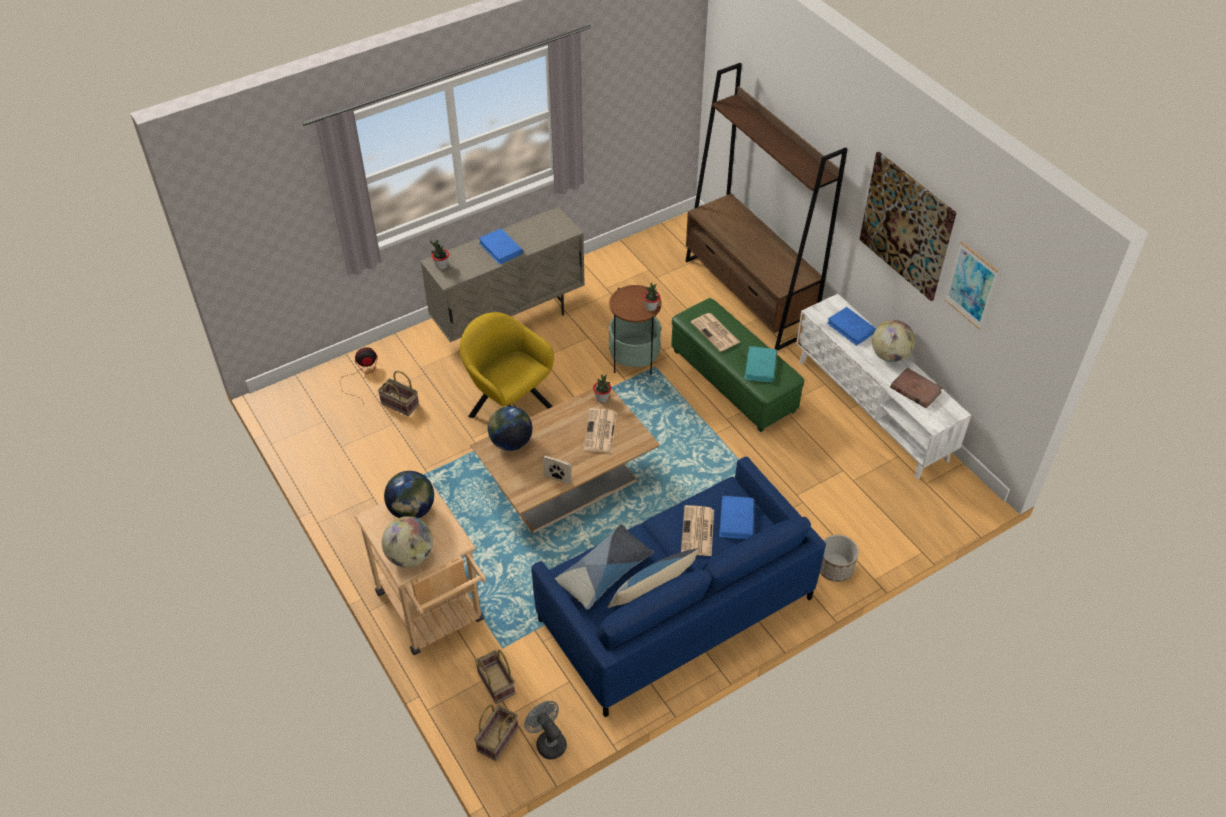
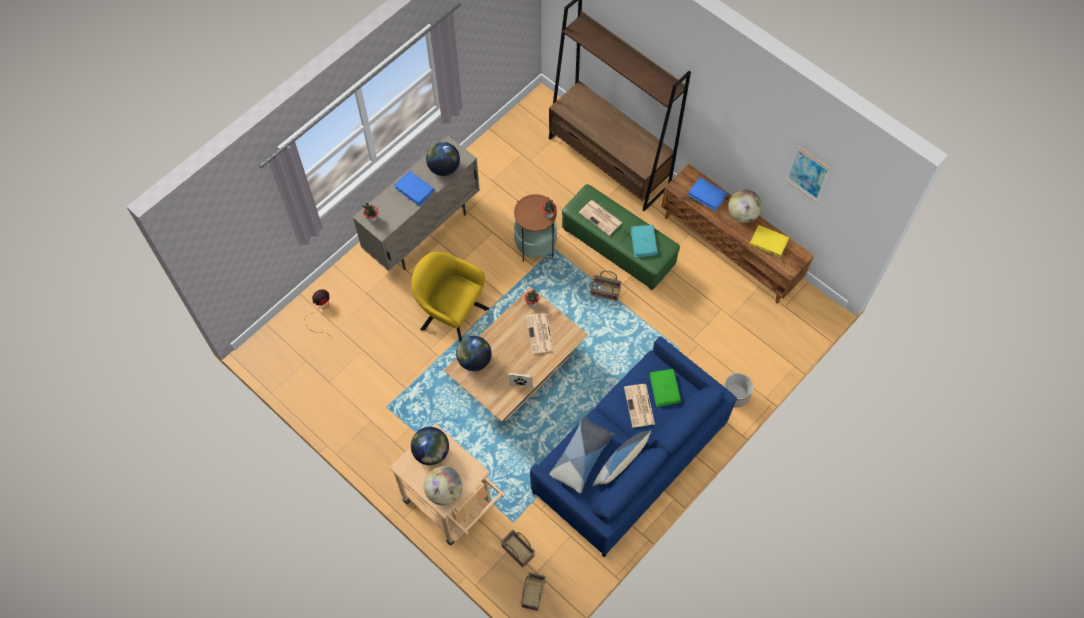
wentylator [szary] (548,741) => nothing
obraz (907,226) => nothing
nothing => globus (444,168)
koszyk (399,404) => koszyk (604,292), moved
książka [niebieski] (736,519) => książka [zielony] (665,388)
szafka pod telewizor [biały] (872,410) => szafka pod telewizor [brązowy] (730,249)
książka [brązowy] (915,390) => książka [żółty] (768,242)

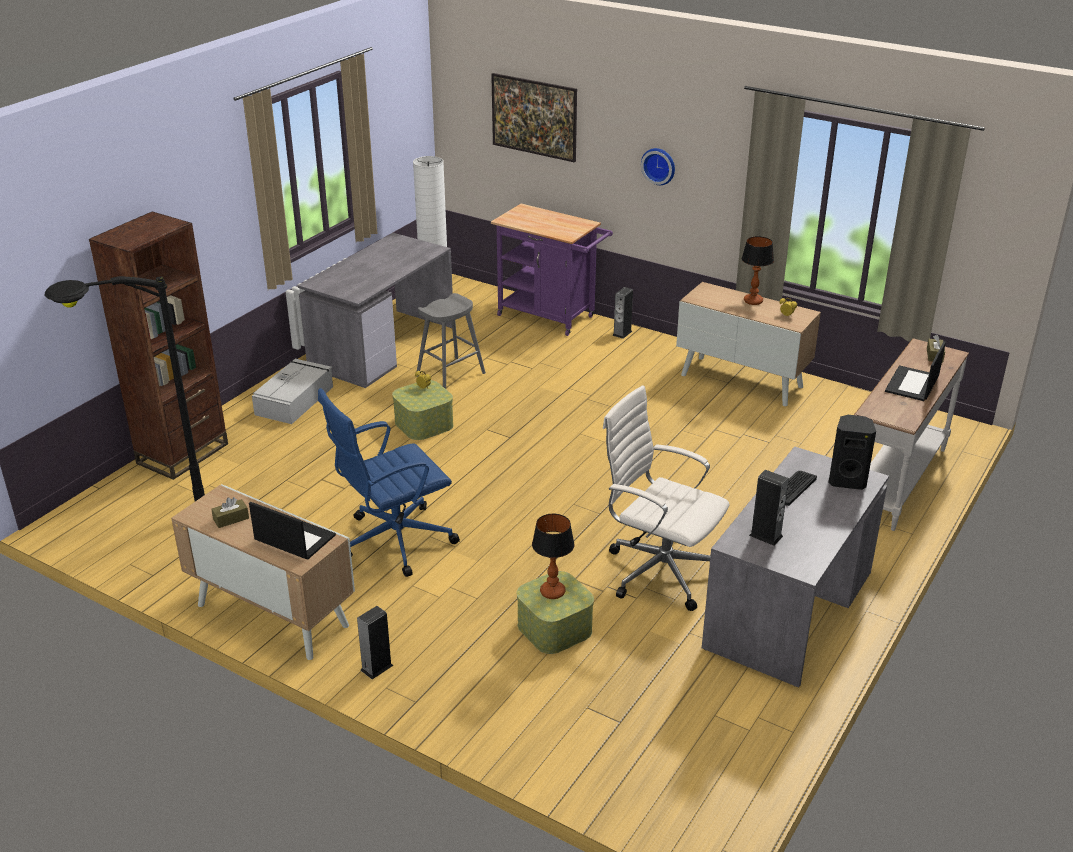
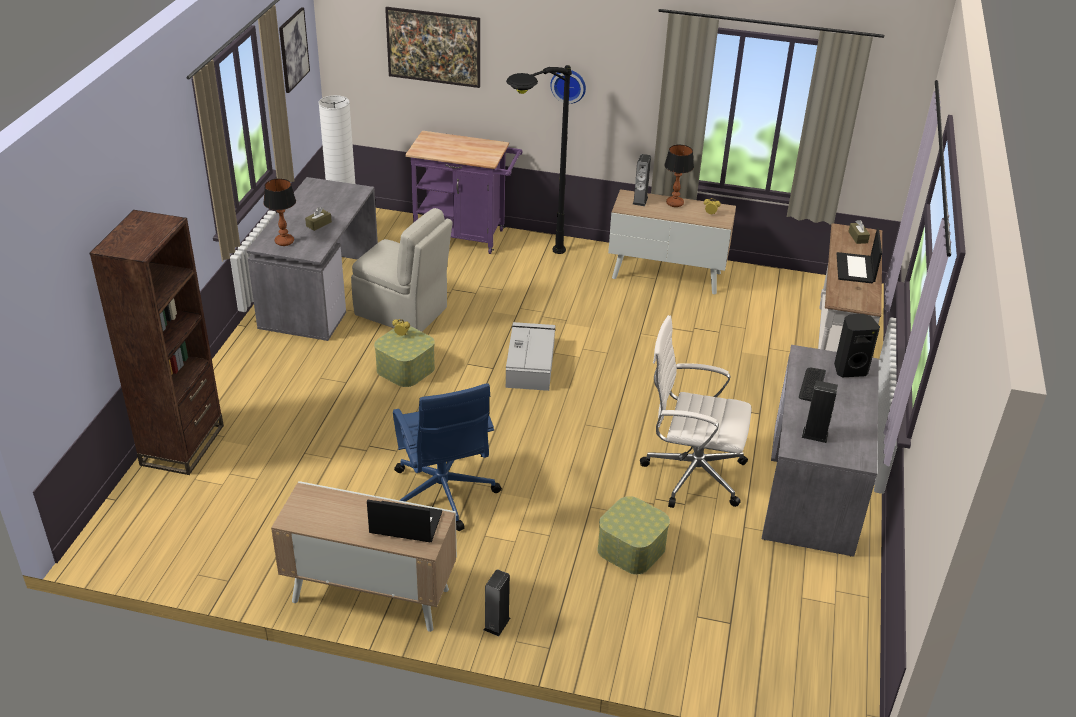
nothing => obraz (293,49)
lampa stojąca [czarny] (145,529) => lampa stojąca [czarny] (529,266), moved
pudełko chusteczek [brązowy] (231,519) => pudełko chusteczek [brązowy] (318,224), moved
pojemnik do przechowywania [szary] (295,400) => pojemnik do przechowywania [szary] (530,364), moved
lampa stołowa (553,592) => lampa stołowa (284,242), moved
głośnik (622,333) => głośnik (640,200), moved
stołek [szary] (450,374) => krzesło [beżowy] (403,312)
krzesło biurowe [niebieski] (393,541) => krzesło biurowe [niebieski] (443,495), 60 degrees counterclockwise

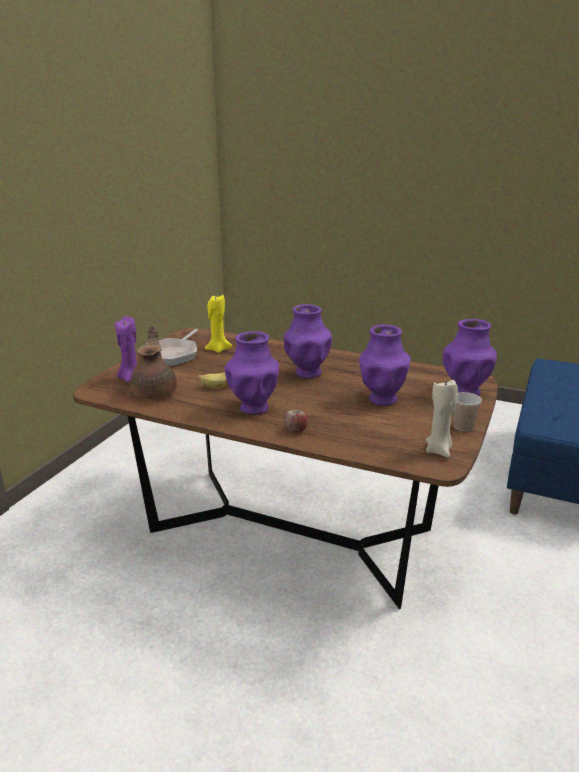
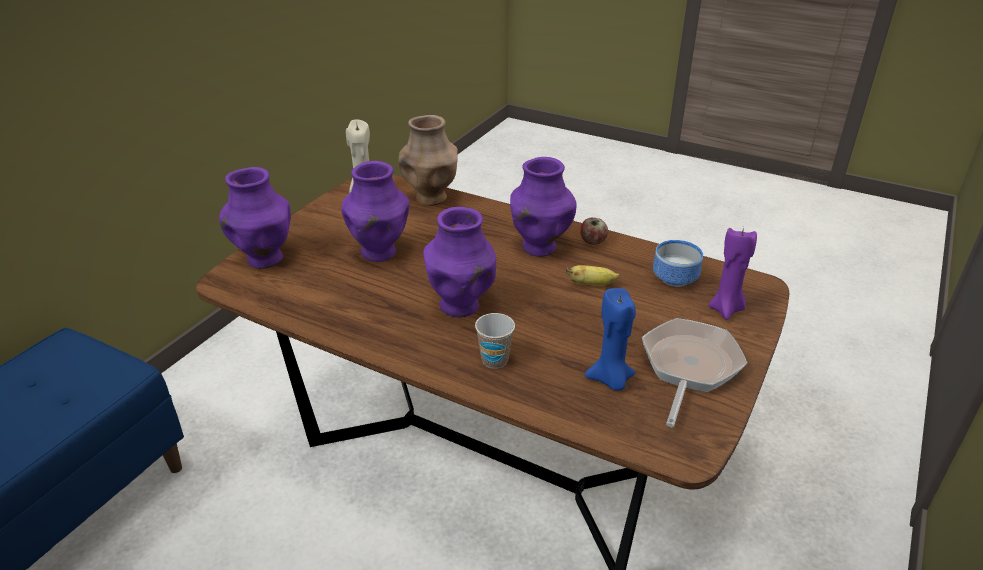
nothing => wazon [brązowy] (431,198)
jabłko (296,430) => jabłko (592,241), moved
filiżanka (463,427) => filiżanka (494,360), moved
imbryk [brązowy] (156,392) => miska (673,279)
świeca [żółty] (218,349) => świeca [niebieski] (610,380)

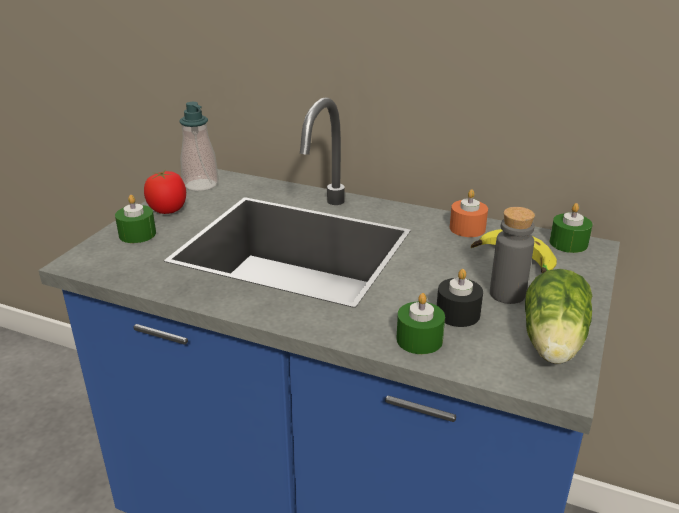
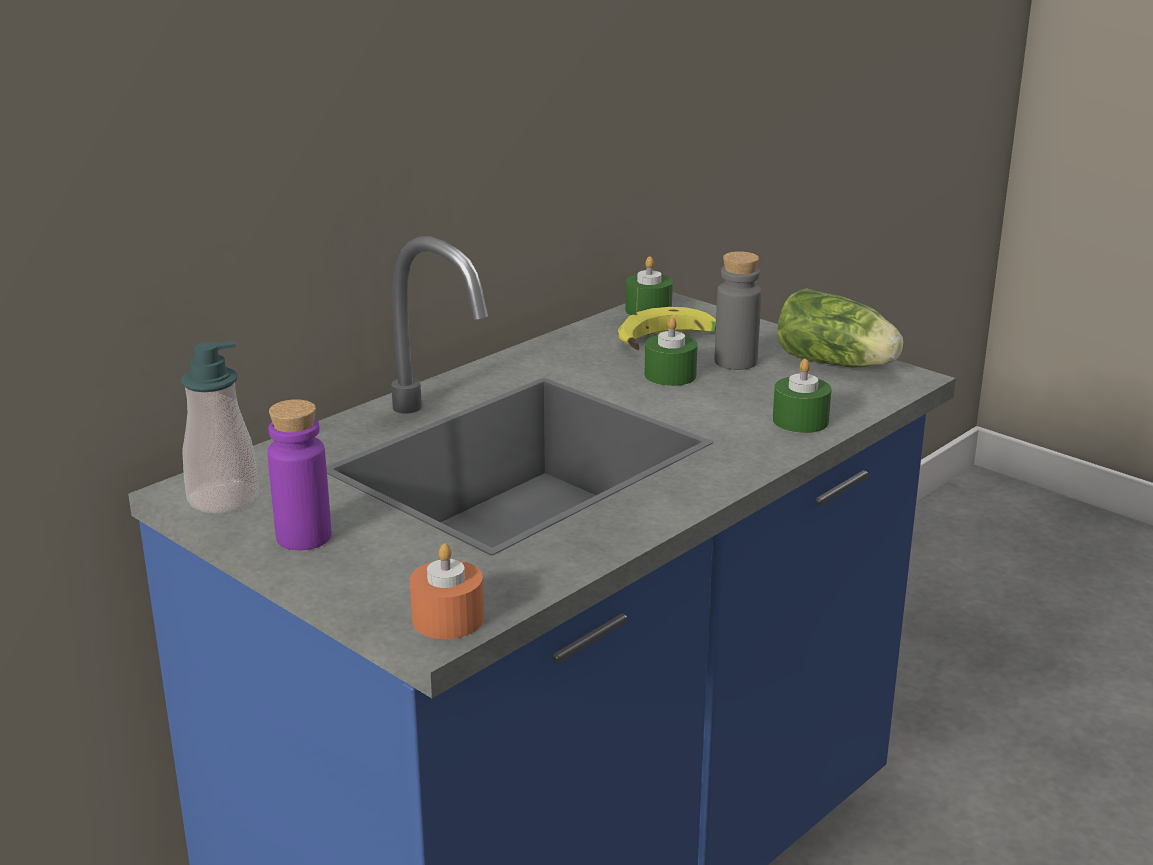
świeca [czarny] (458,314) => nothing
świeca [zielony] (137,234) => świeca [zielony] (670,375), moved
świeca [pomarańczowy] (467,228) => świeca [pomarańczowy] (448,619), moved
pomidor (168,210) => butelka [fioletowy] (304,537)

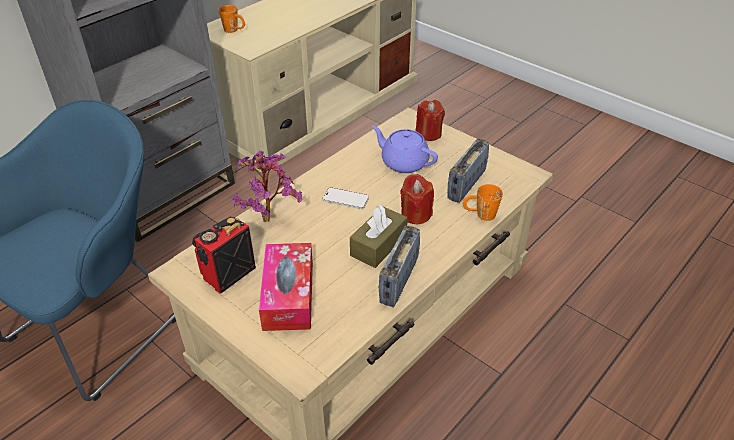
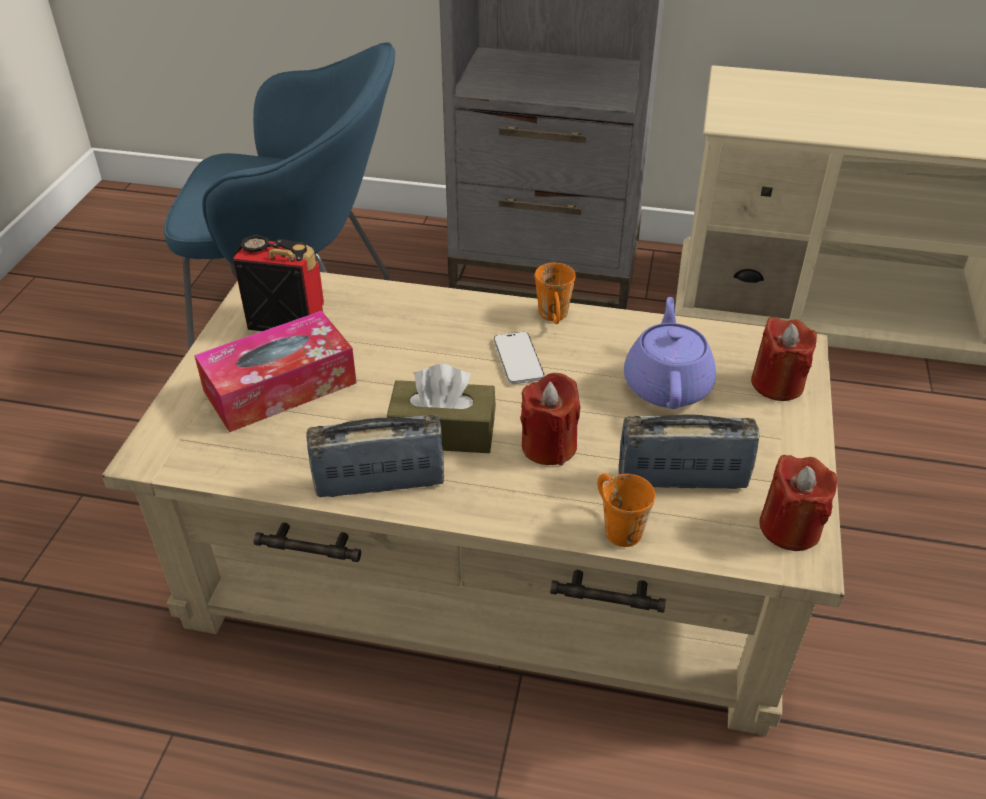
roślina doniczkowa (270,218) => nothing
nothing => świeca [czerwony] (789,528)
kubek [pomarańczowy] (234,30) => kubek [pomarańczowy] (554,319), moved

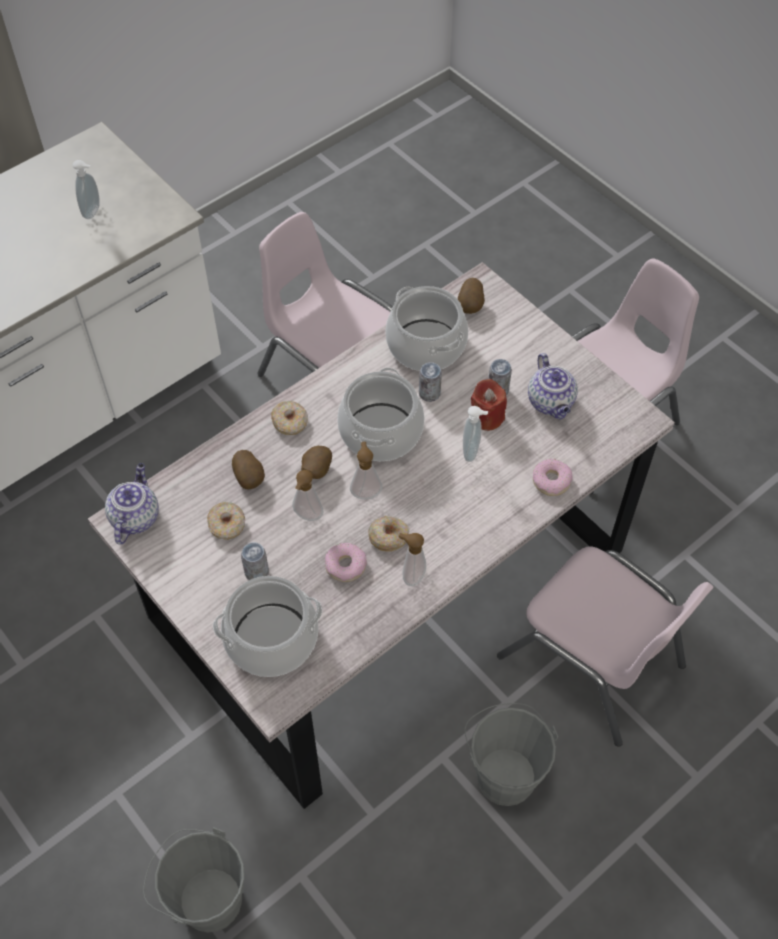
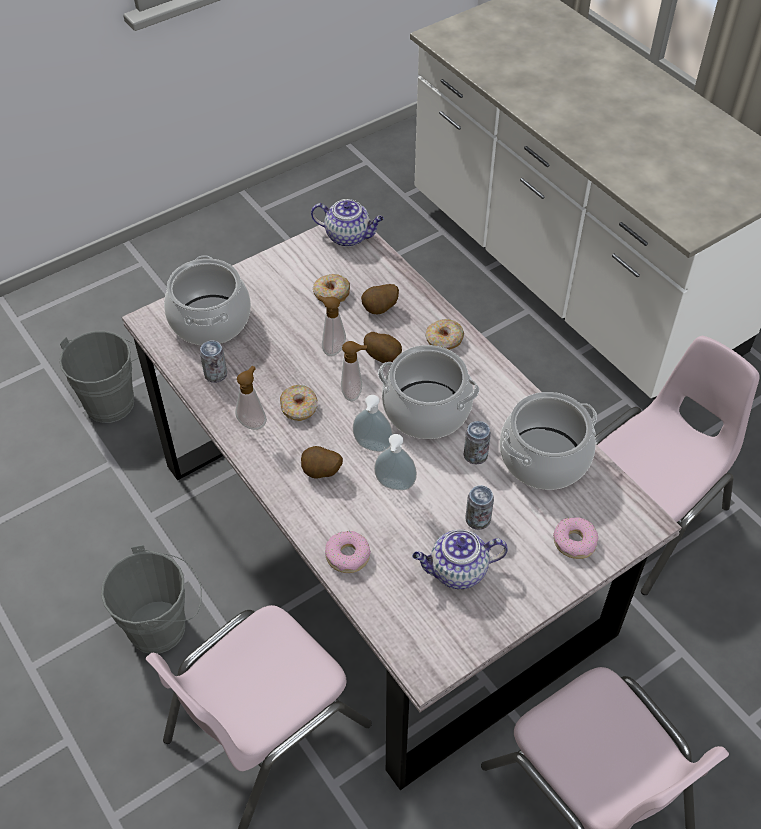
świeca [czerwony] (487,417) => nothing
dozownik mydła (93,212) => dozownik mydła (372,447), moved
puszka (256,572) => puszka (215,375), moved
donut (345,565) => donut (574,542), moved
ziemniak (470,306) => ziemniak (321,473), moved

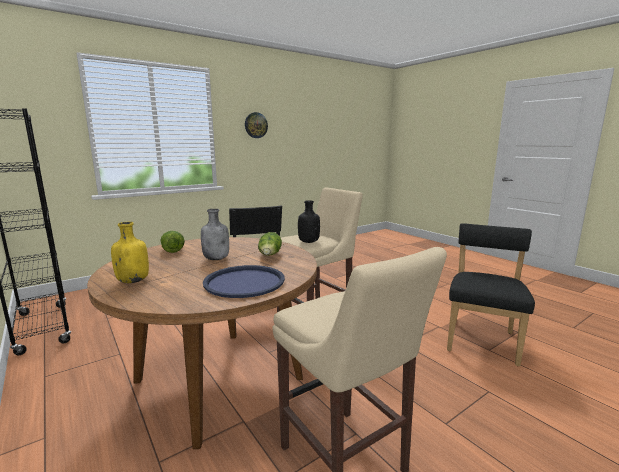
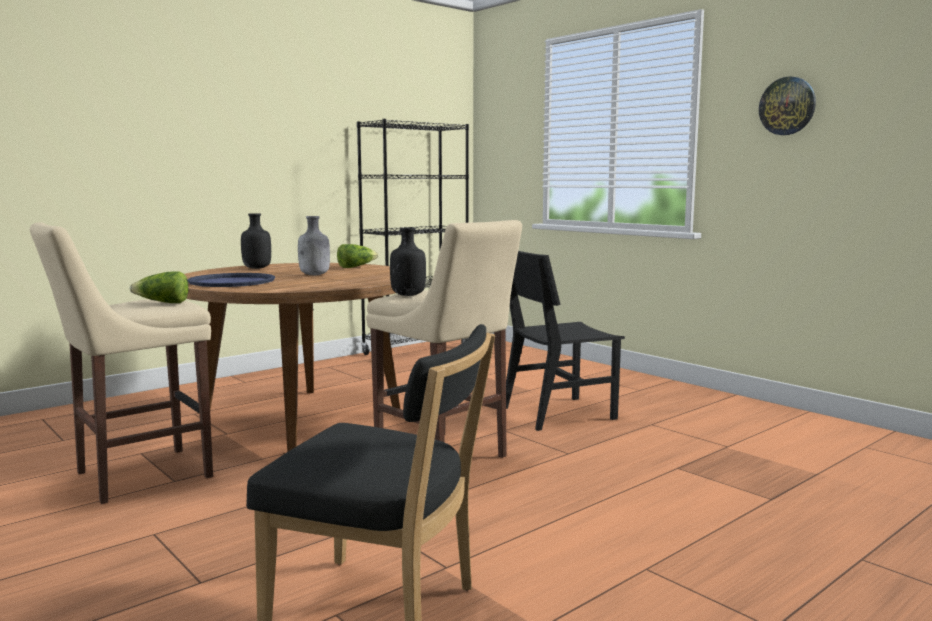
sałata (270,255) => sałata (163,303), moved
butelka [żółty] (133,281) => butelka [czarny] (257,268)

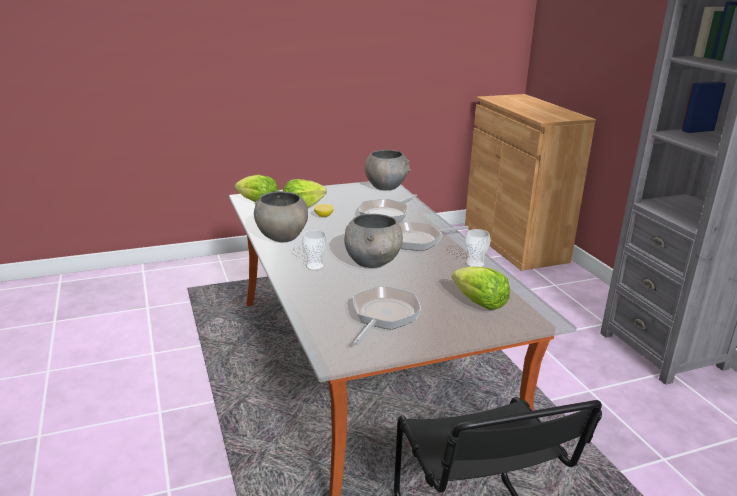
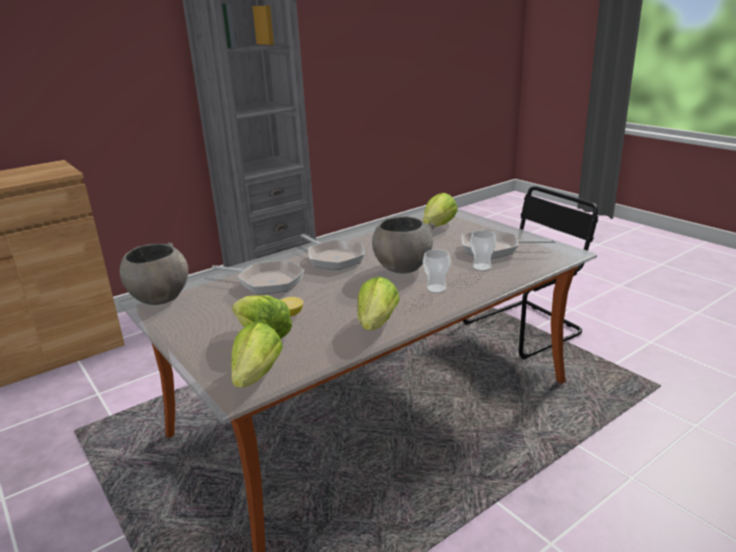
filiżanka (475,264) => filiżanka (482,267), moved
miska [szary] (281,237) => sałata (376,323)

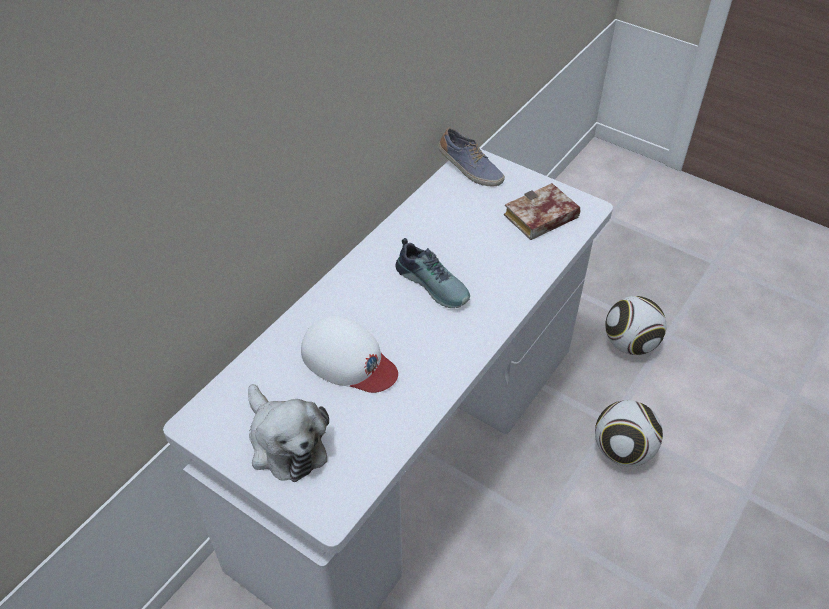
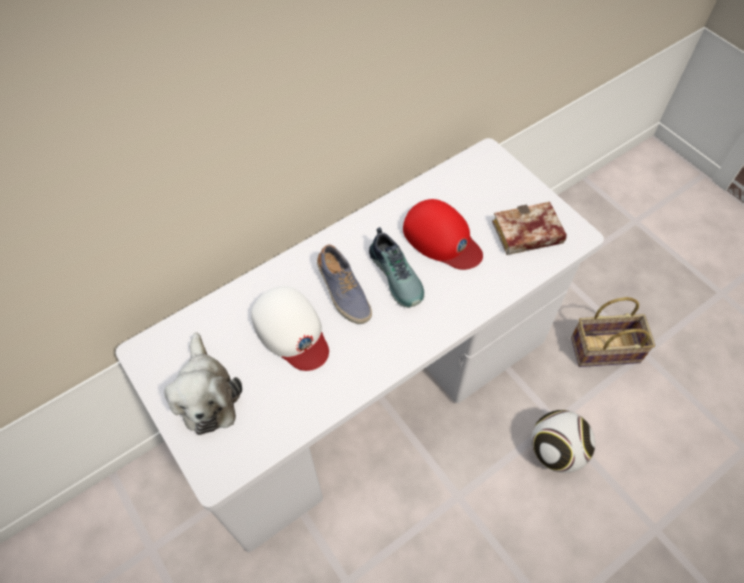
nothing => czapka z daszkiem [czerwony] (442,239)
but (469,169) => but (343,292), moved
piłka futbolowa (629,344) => koszyk (603,351)

